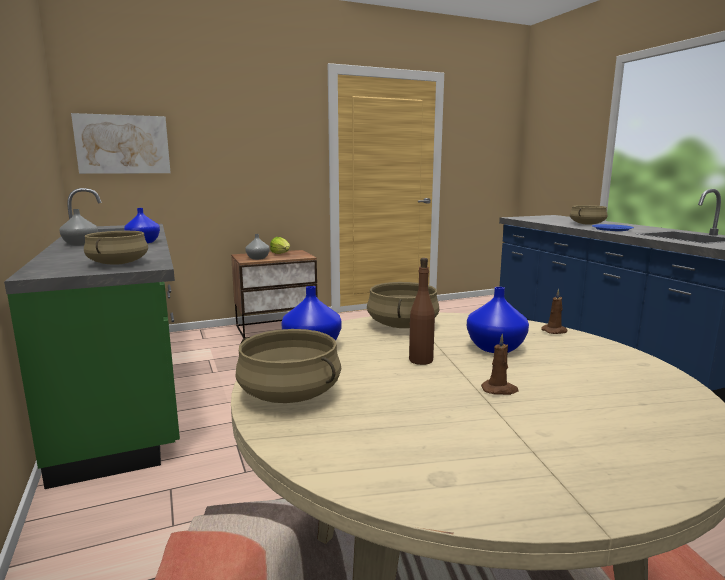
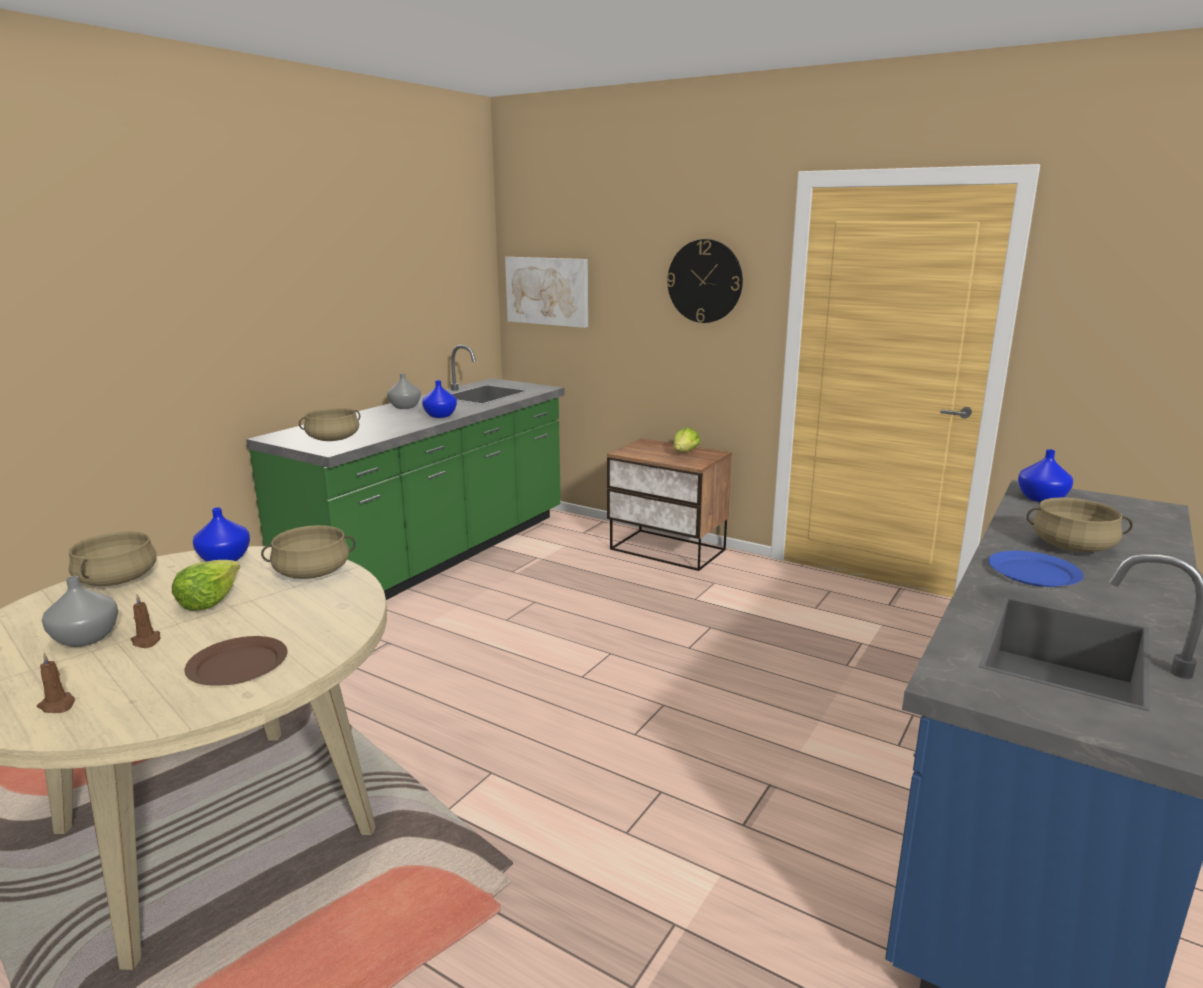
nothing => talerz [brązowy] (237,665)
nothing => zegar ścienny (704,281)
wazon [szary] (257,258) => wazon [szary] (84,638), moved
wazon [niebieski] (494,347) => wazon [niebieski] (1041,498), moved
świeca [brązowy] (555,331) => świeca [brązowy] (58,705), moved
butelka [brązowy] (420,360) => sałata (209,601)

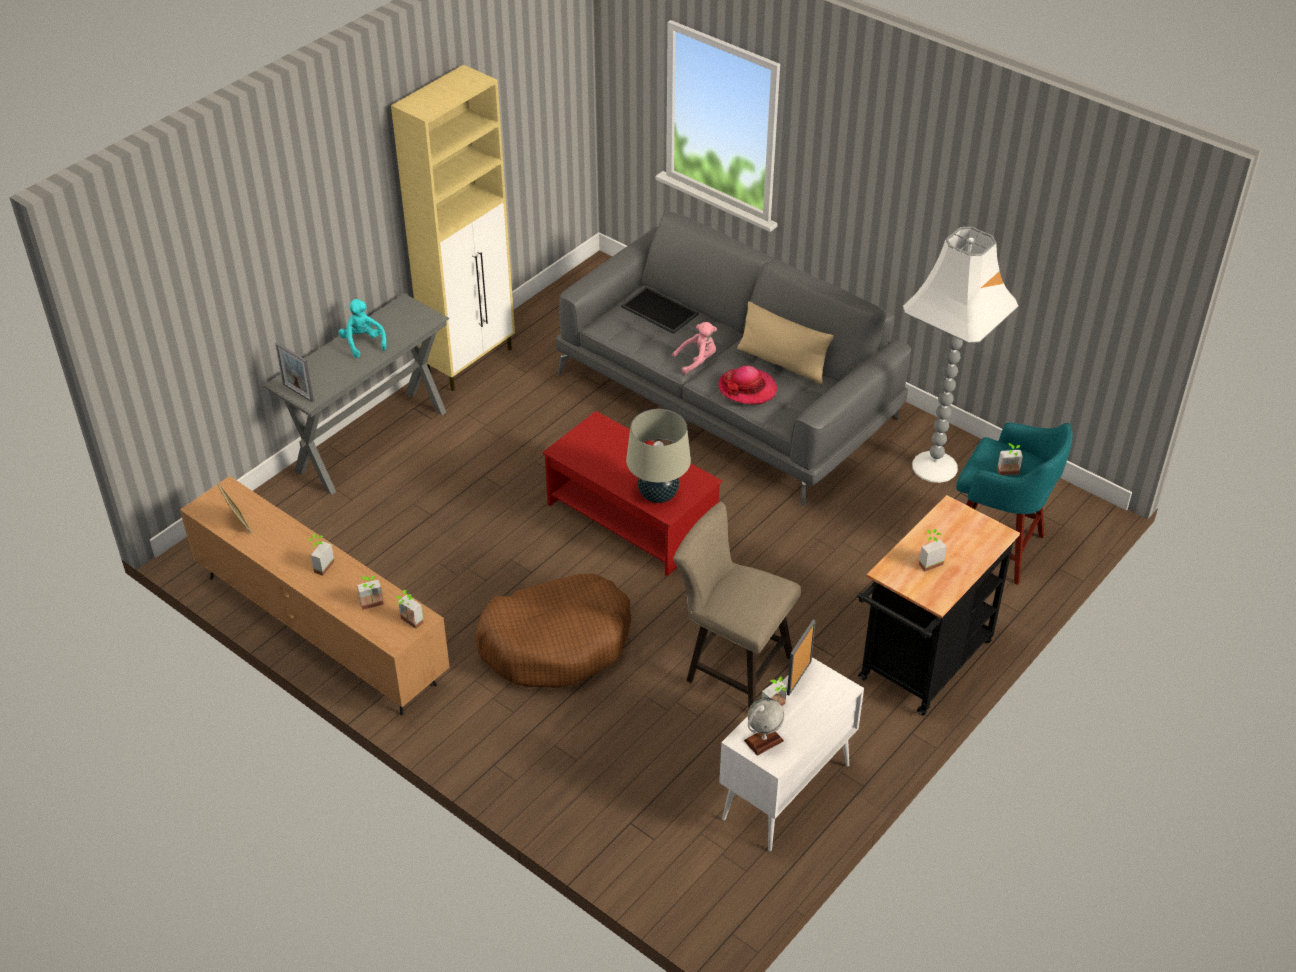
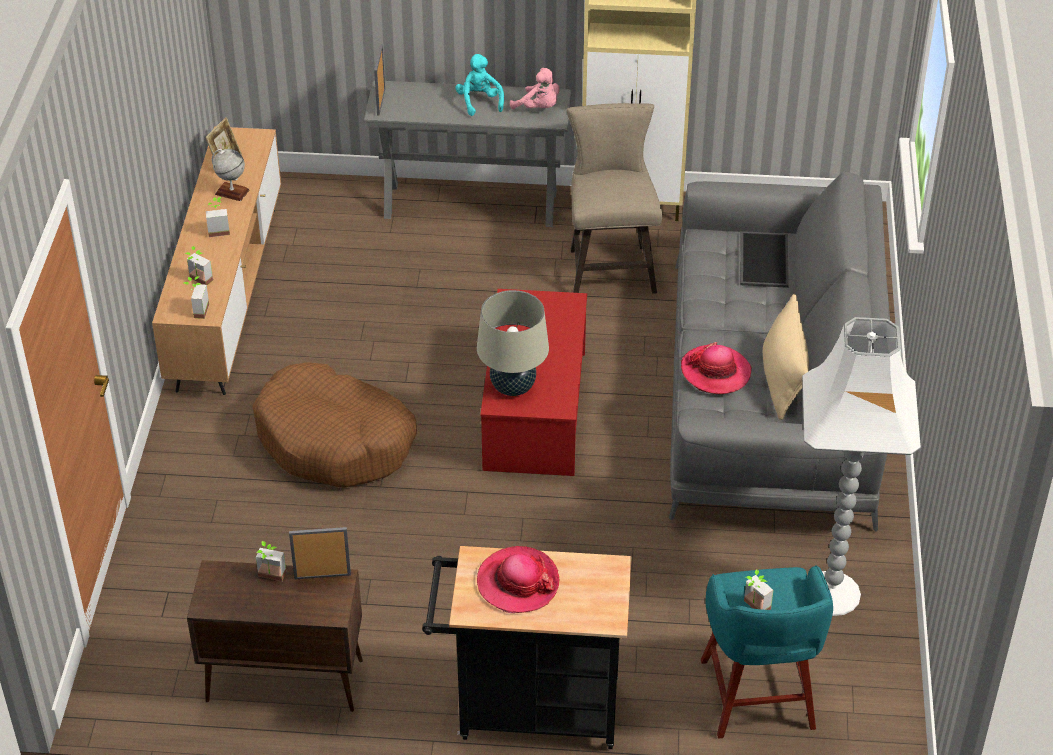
pluszak [różowy] (697,361) => pluszak [różowy] (539,108), moved
stołek [beżowy] (731,667) => stołek [beżowy] (610,266), moved
globus (763,741) => globus (232,192), moved
roślina doniczkowa (928,561) => kapelusz (518,582)
szafka [biały] (785,793) => szafka [brązowy] (283,681)
pluszak [turkusowy] (363,343) => pluszak [turkusowy] (479,102), 45 degrees counterclockwise

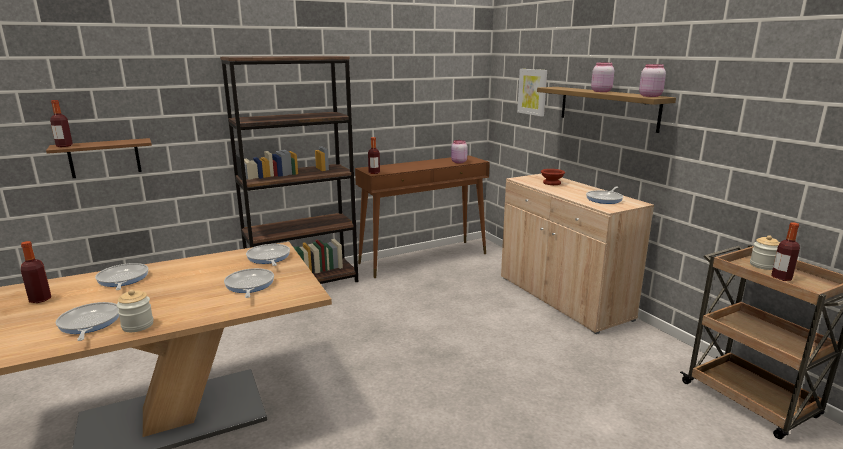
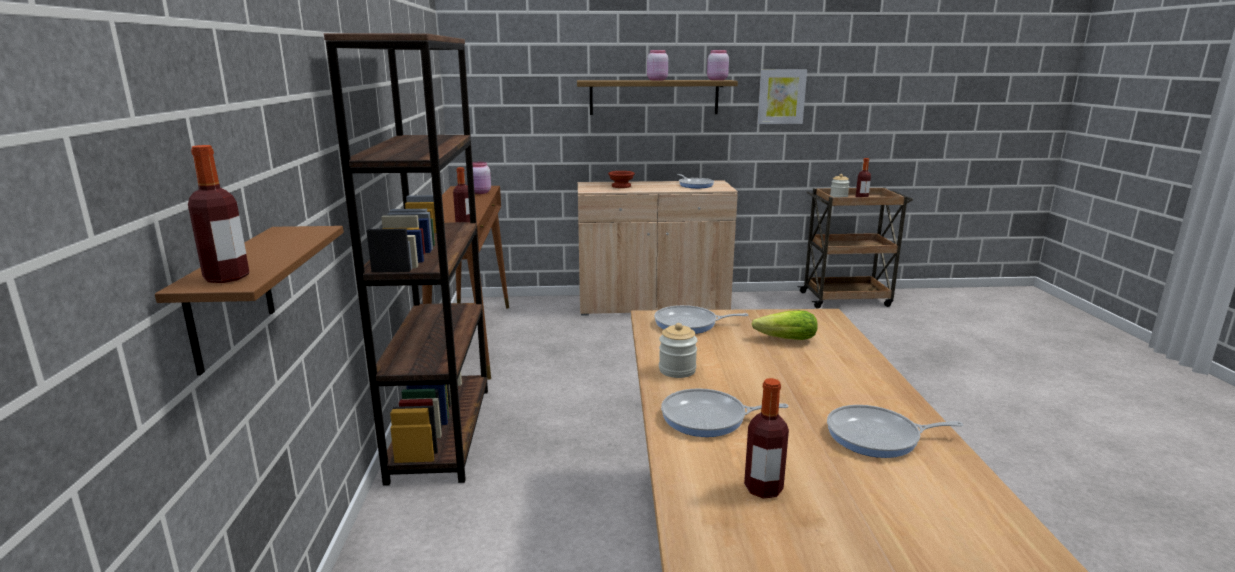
słoik (138,325) => słoik (677,370), moved
obraz (532,92) => obraz (781,96), moved
patelnia (249,285) => sałata (782,339)

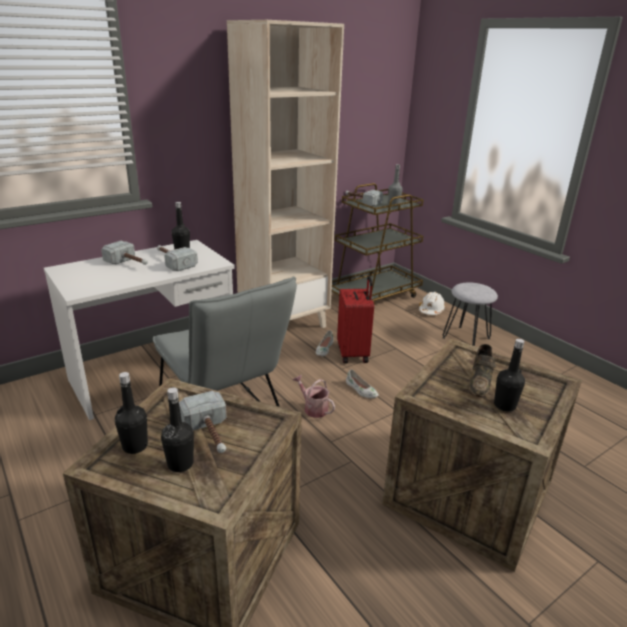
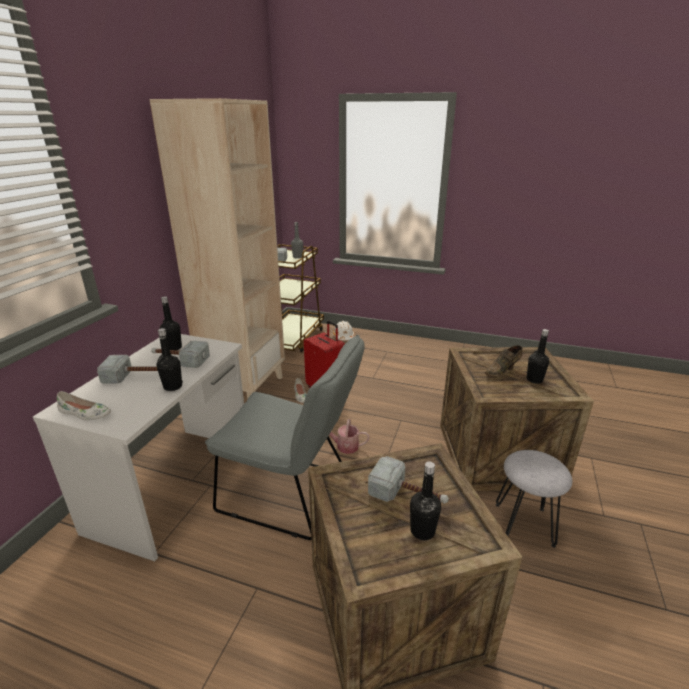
butelka [czarny] (135,446) => butelka [czarny] (173,386), moved
but [biały] (361,390) => but [biały] (84,413), moved
stołek [szary] (466,338) => stołek [szary] (524,524), moved
but [brązowy] (480,382) => but [brązowy] (503,370), 75 degrees clockwise

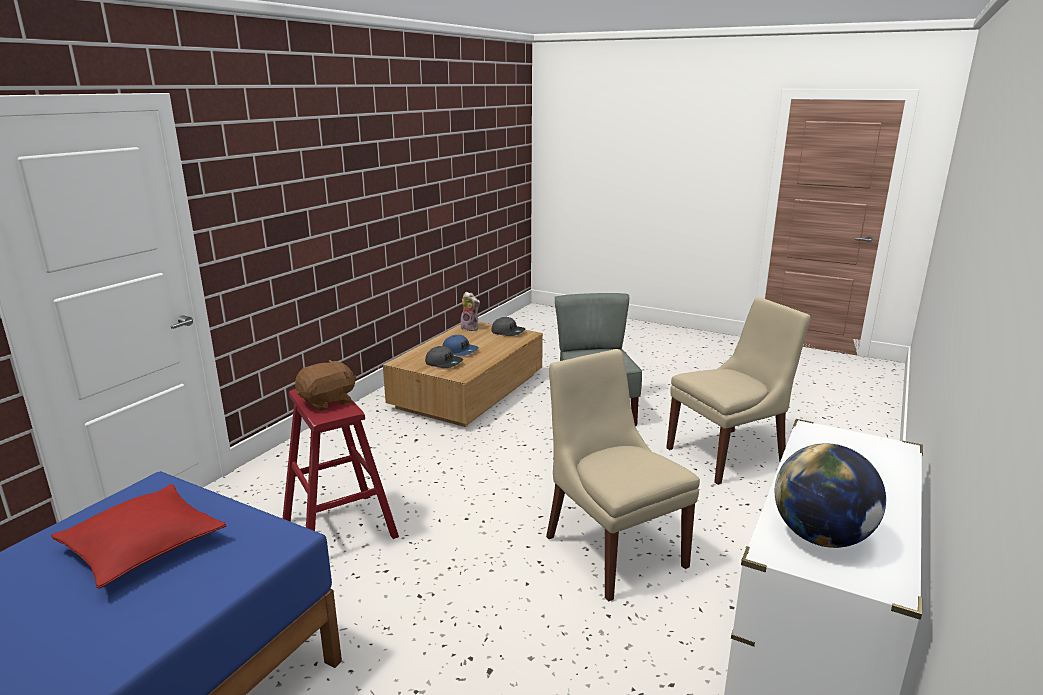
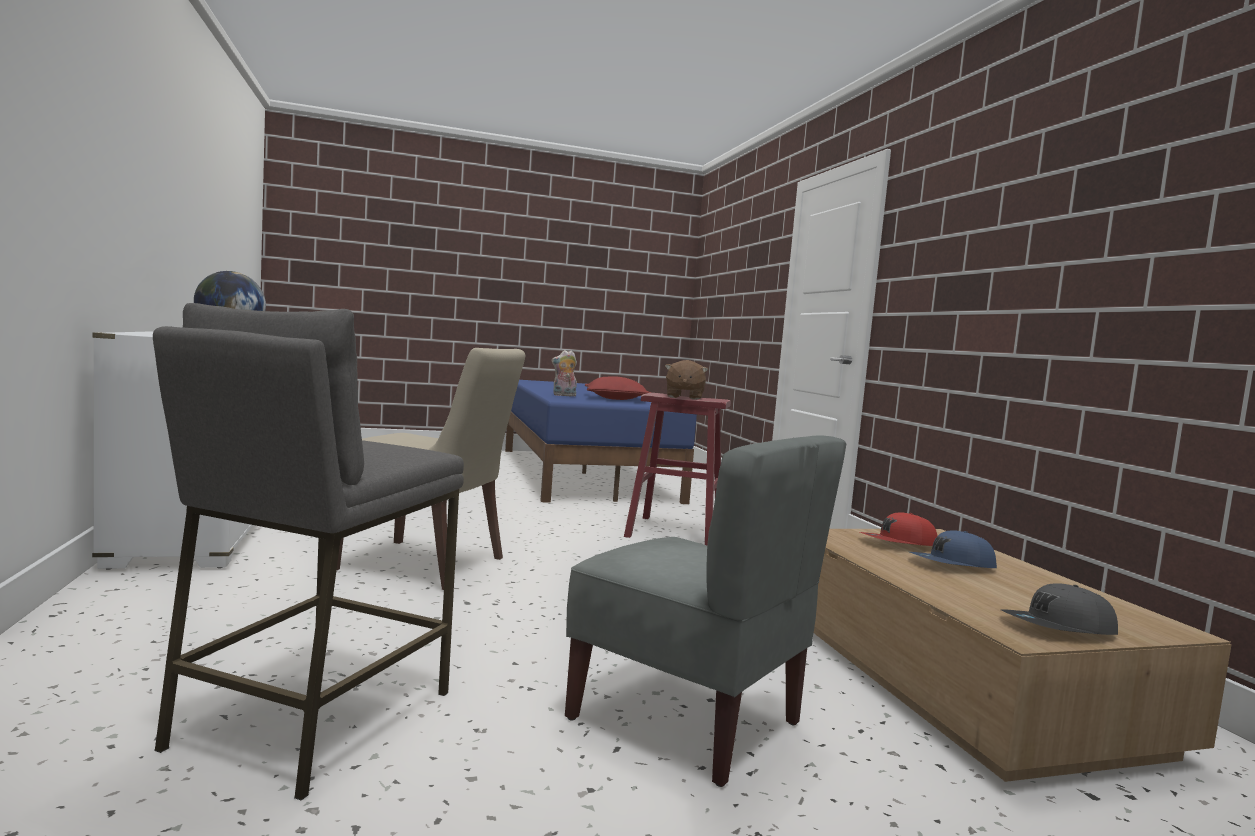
pluszak (471,328) => pluszak (564,395), moved
krzesło [beżowy] (728,454) => stołek [szary] (311,718)
czapka z daszkiem [szary] (444,363) => czapka z daszkiem [czerwony] (898,544)

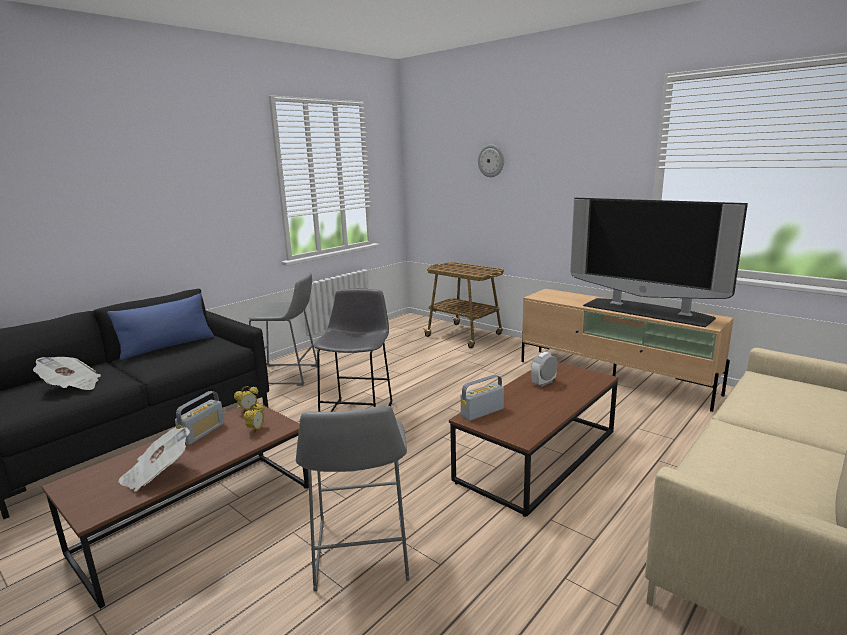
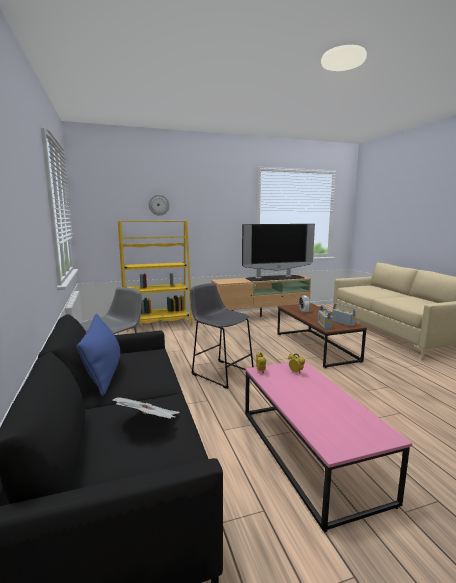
gazeta (157,474) => nothing
stołek [szary] (360,554) => nothing
radio (202,432) => radio (343,323), moved
wózek (465,336) => regał [żółty] (158,324)
ława [brązowy] (197,520) => ława [różowy] (309,452)

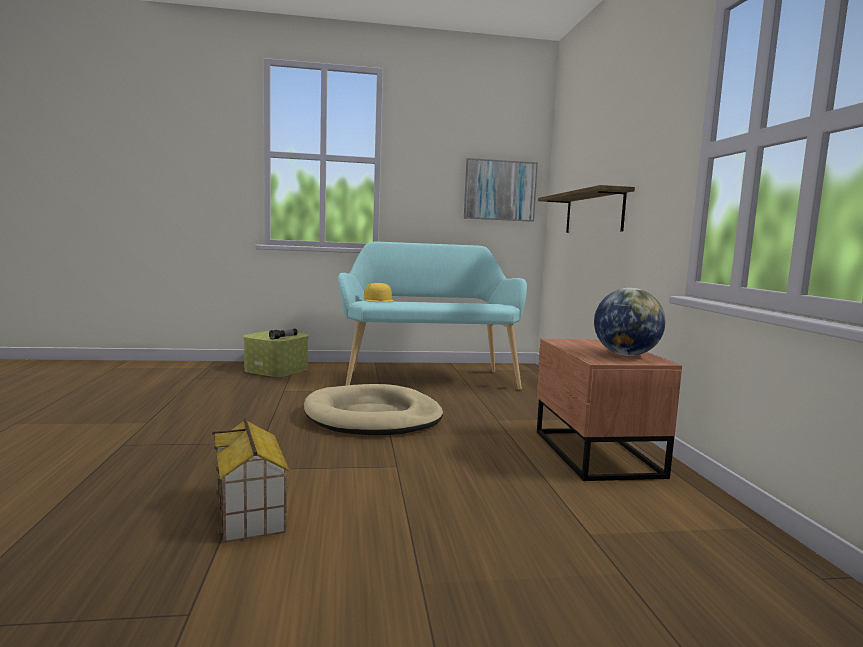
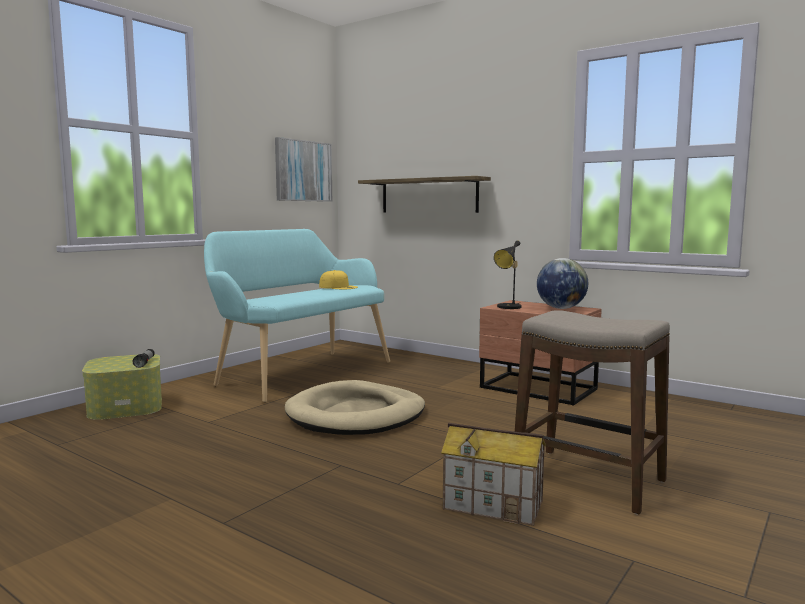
nothing => lampa stołowa [czarny] (508,307)
nothing => stołek (588,479)
czapka z daszkiem [żółty] (379,300) => czapka z daszkiem [żółty] (338,287), moved

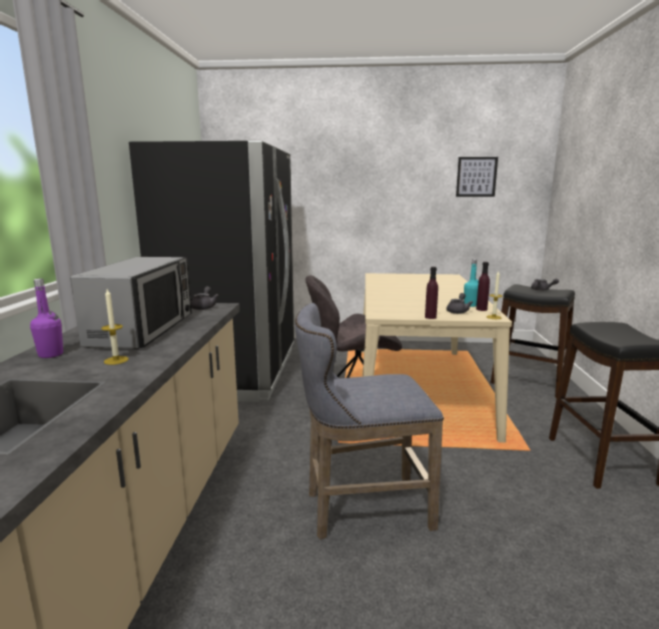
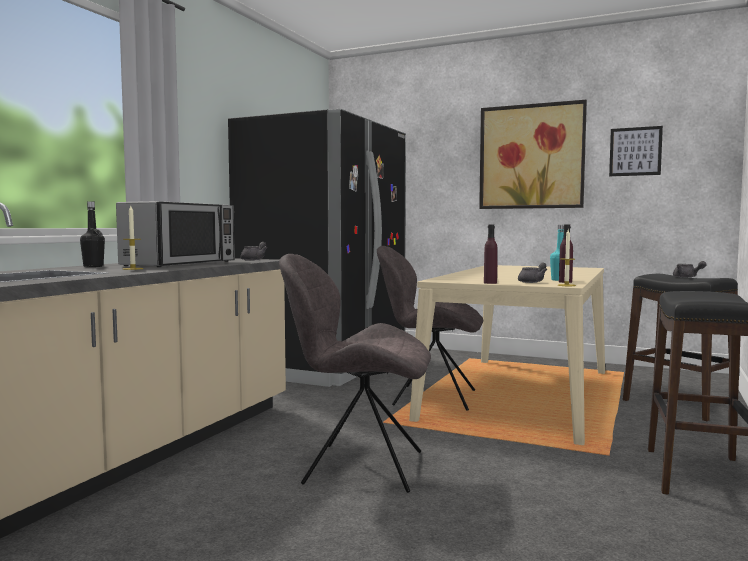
nothing => obraz (531,157)
stołek [szary] (361,509) => krzesło [szary] (359,467)
butelka [fioletowy] (51,354) => butelka [czarny] (93,266)

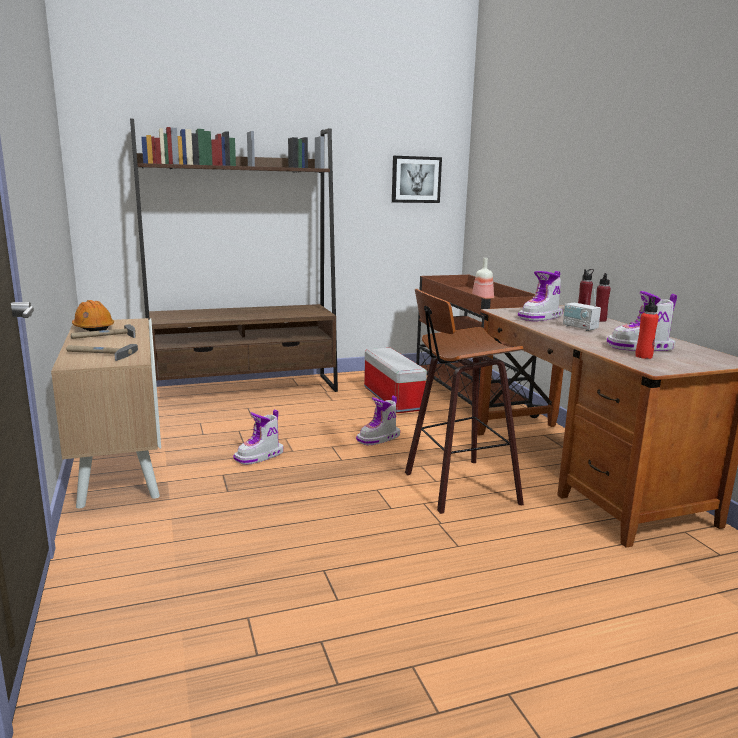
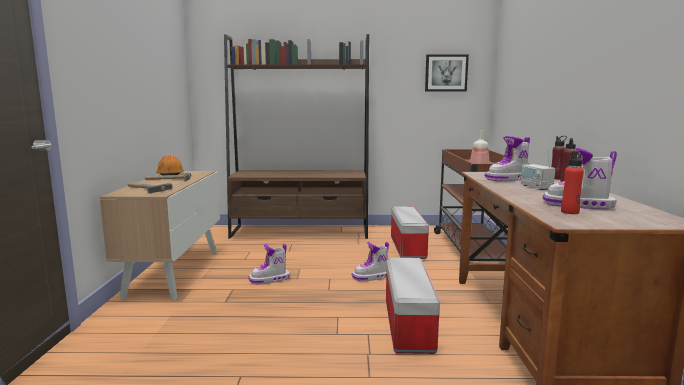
stołek (456,487) => pojemnik do przechowywania (407,325)

